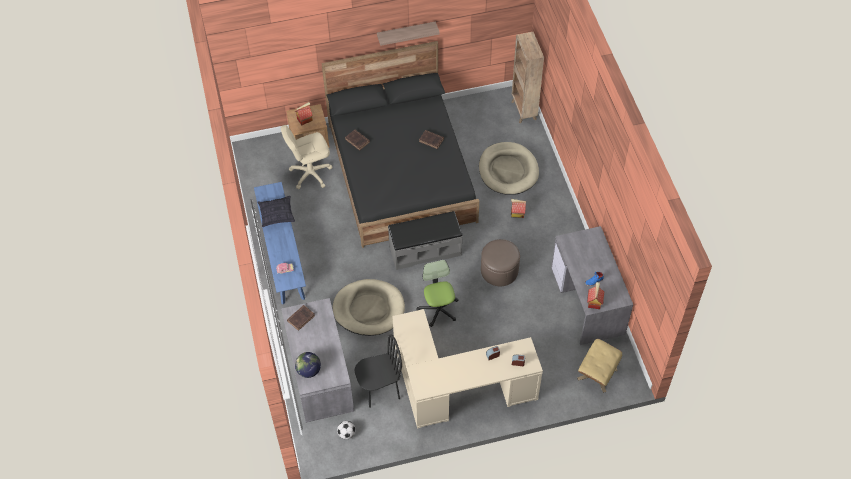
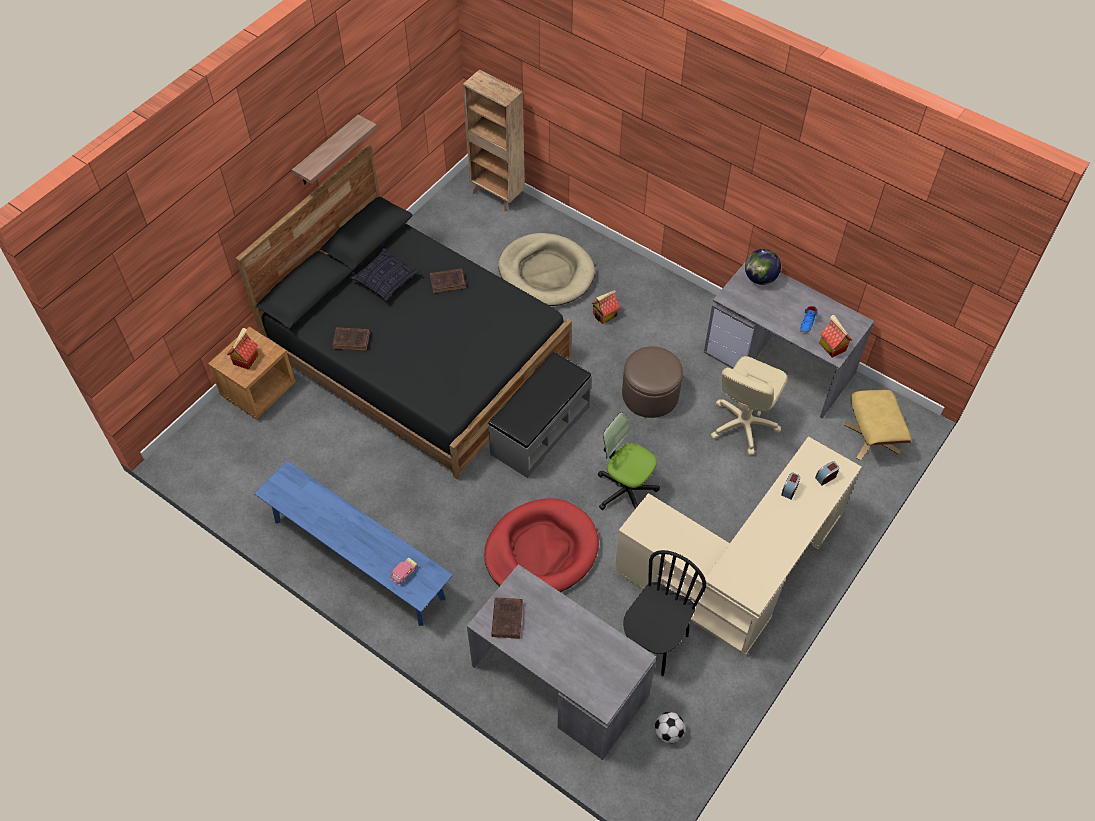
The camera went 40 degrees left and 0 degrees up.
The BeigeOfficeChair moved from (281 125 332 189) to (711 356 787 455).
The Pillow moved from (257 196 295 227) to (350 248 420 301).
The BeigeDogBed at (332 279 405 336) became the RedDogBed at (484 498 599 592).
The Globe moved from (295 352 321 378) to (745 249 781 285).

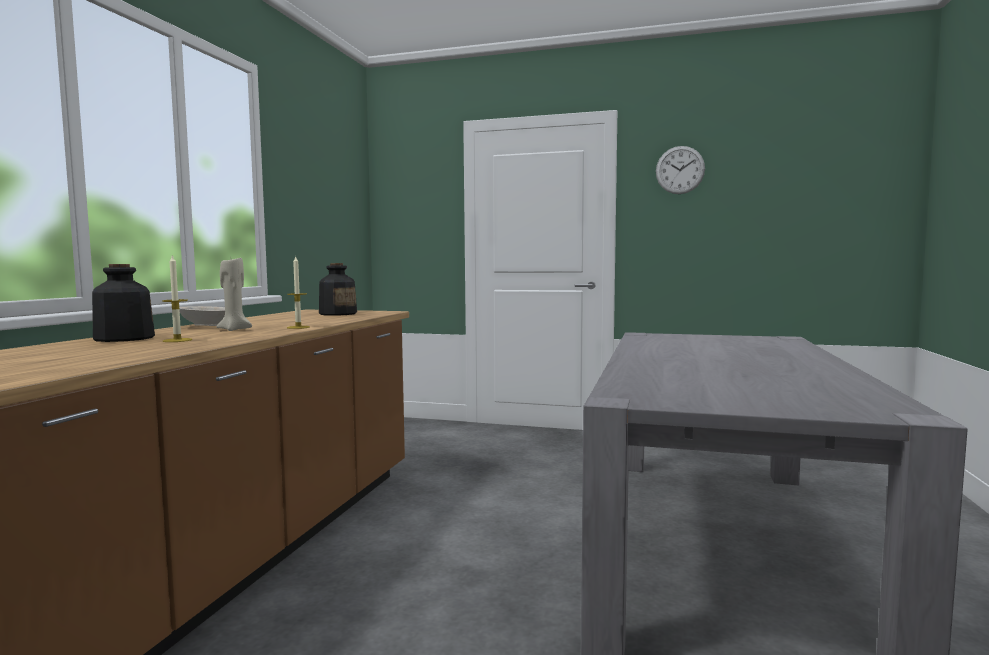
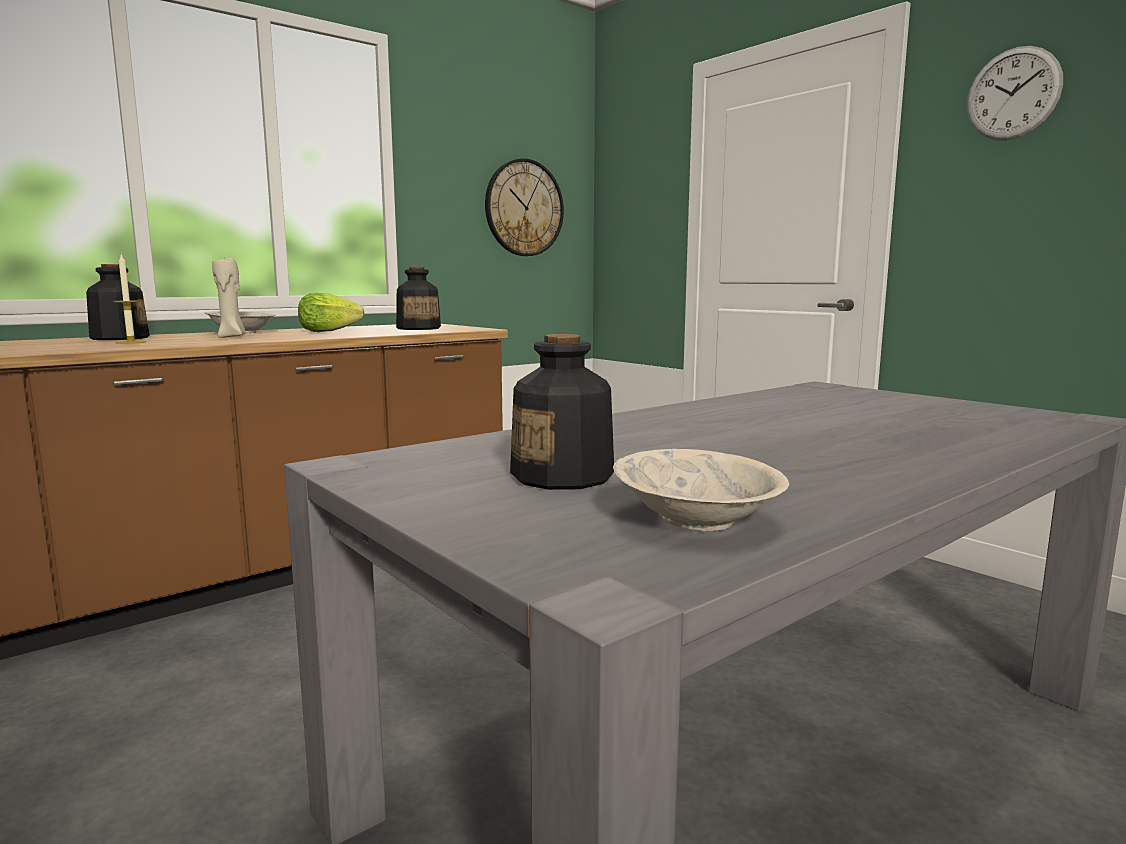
The camera went 35 degrees right and 5 degrees up.
The Candle at (287 255 310 329) disappeared.
The WallClock at (485 158 564 256) appeared.
The Lettuce at (298 293 364 332) appeared.
The Bottle at (510 334 614 490) appeared.
The BeigeBowl at (613 449 789 531) appeared.

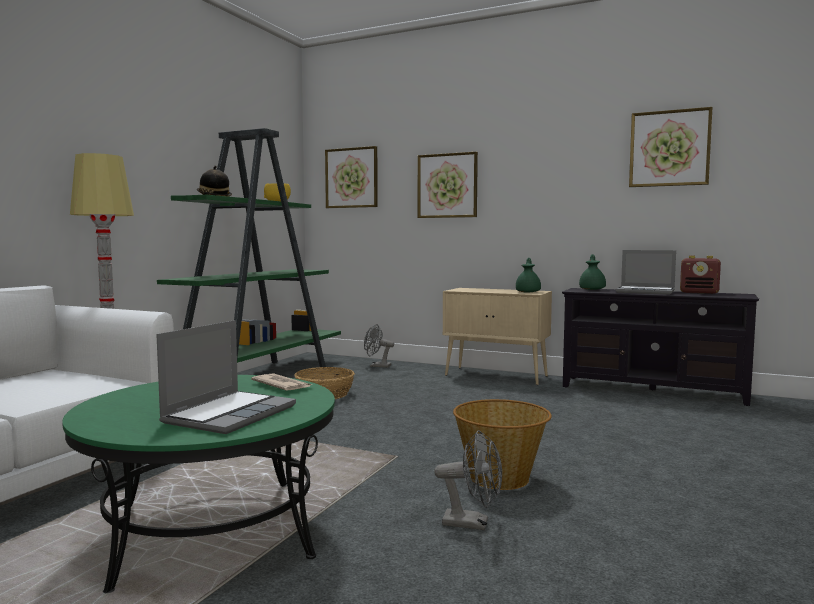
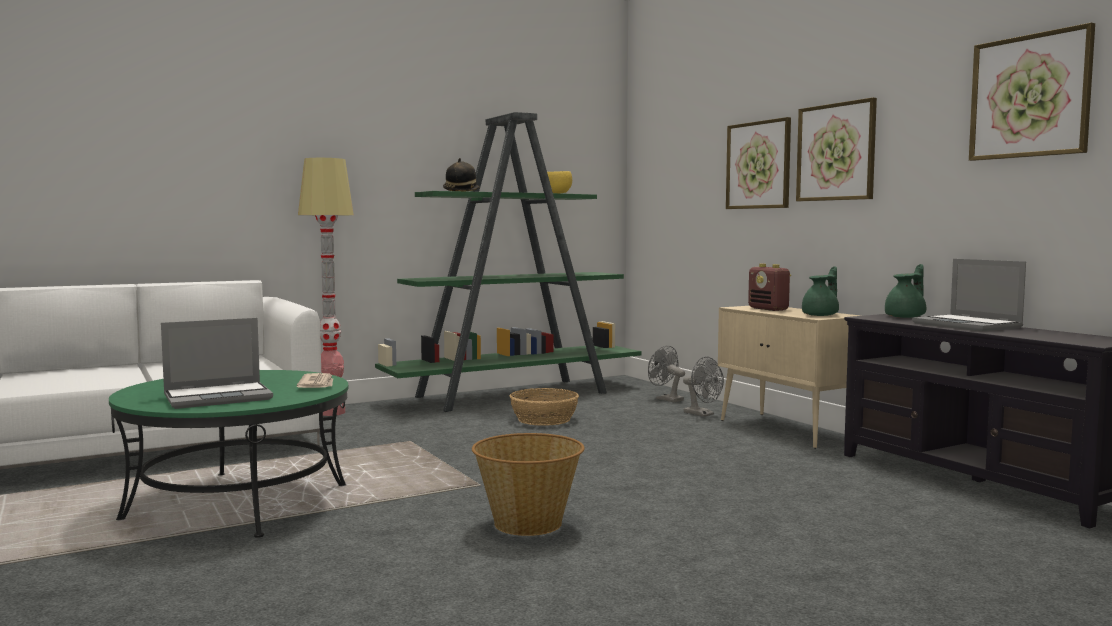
The camera went 35 degrees right and 0 degrees up.
The Picture moved from (325 146 378 208) to (796 97 877 201).
The Radio moved from (680 256 721 294) to (748 264 791 311).
The GreyFan moved from (434 430 502 530) to (683 357 724 417).

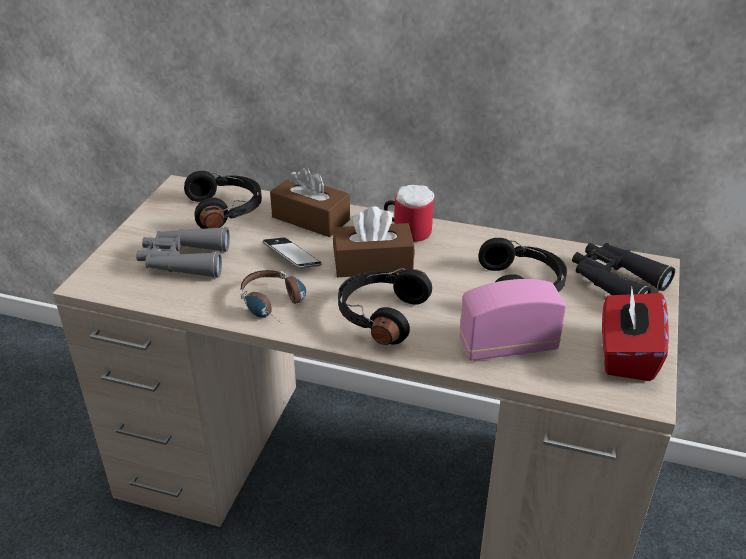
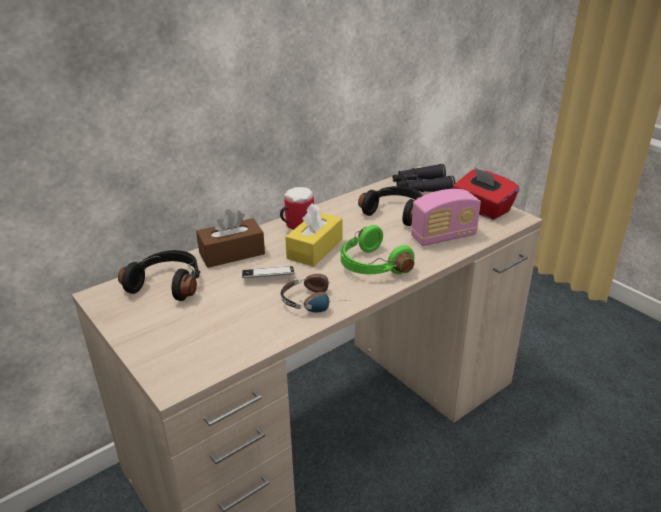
The camera went 55 degrees left and 5 degrees down.
The BrownTissueBox at (333 206 414 277) became the YellowTissueBox at (285 203 342 267).
The GreyBinoculars at (136 227 230 278) disappeared.
The BlackHeadphones at (338 268 432 345) became the GreenHeadphones at (341 225 415 274).
The Radio at (460 279 566 361) turned 135 degrees counterclockwise.

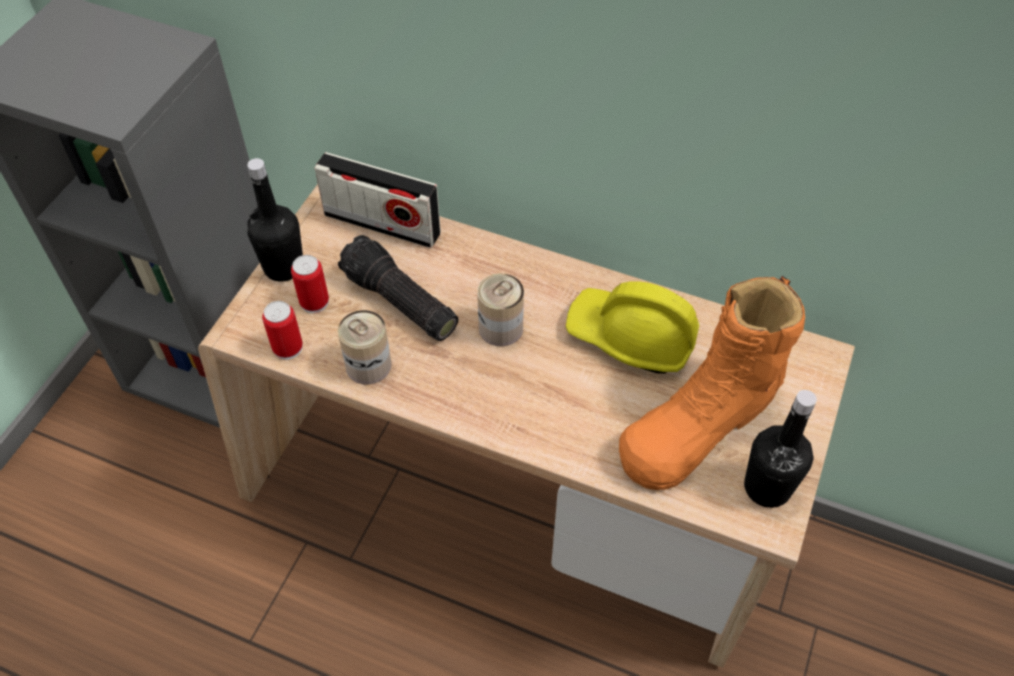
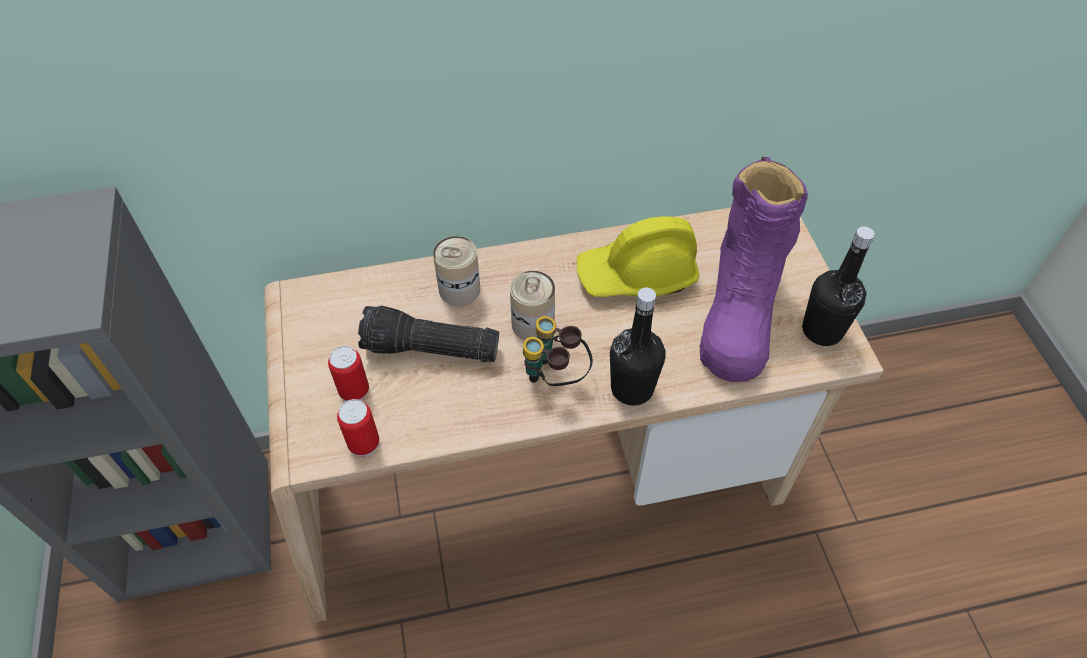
The camera went 35 degrees left and 0 degrees up.
The Radio at (315 152 441 248) disappeared.
The BlackBottle moved from (247 158 303 282) to (610 287 666 406).
The OrangeBoot at (619 276 805 490) became the PurpleBoot at (699 157 808 382).
The Can moved from (338 310 392 385) to (433 236 480 306).
The Binoculars at (523 316 593 386) appeared.

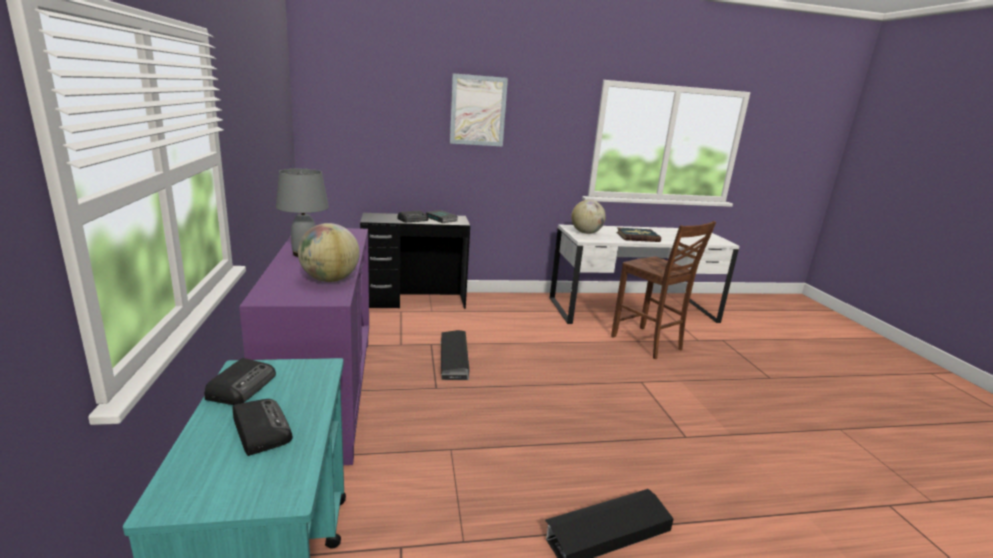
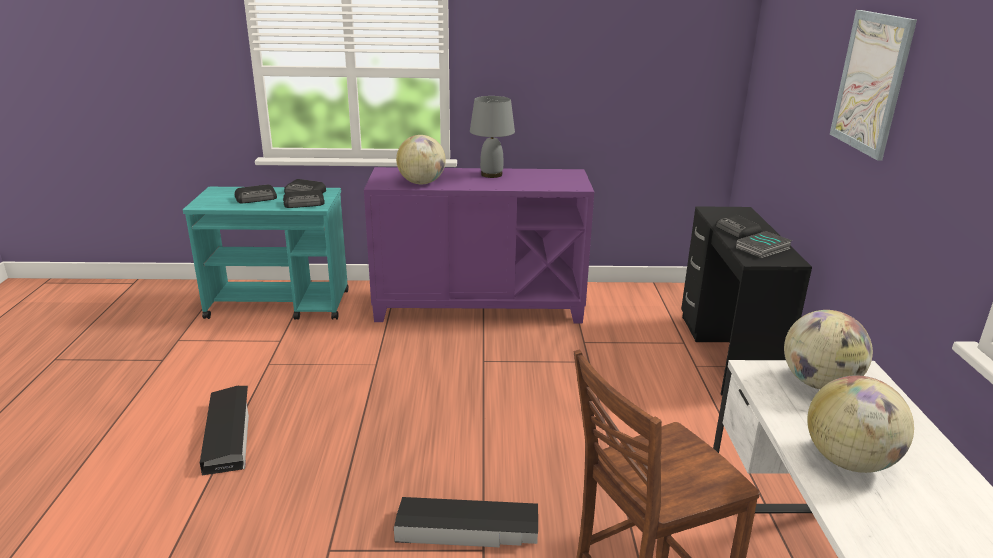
The camera went 100 degrees right and 5 degrees up.
The Book at (616 228 661 242) was replaced by the Globe at (807 375 914 473).
The BlackStorageBox moved from (441 330 469 380) to (394 497 538 547).
The Radio at (283 190 325 208) appeared.

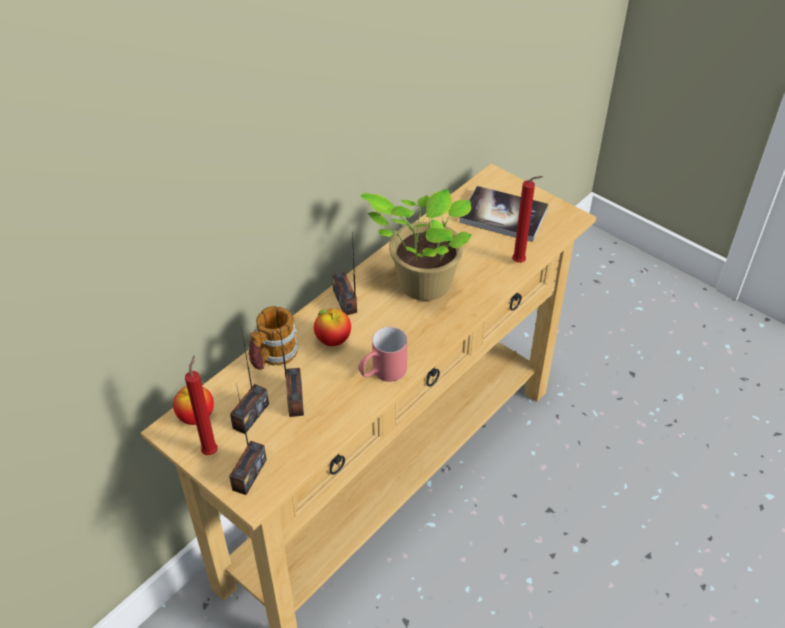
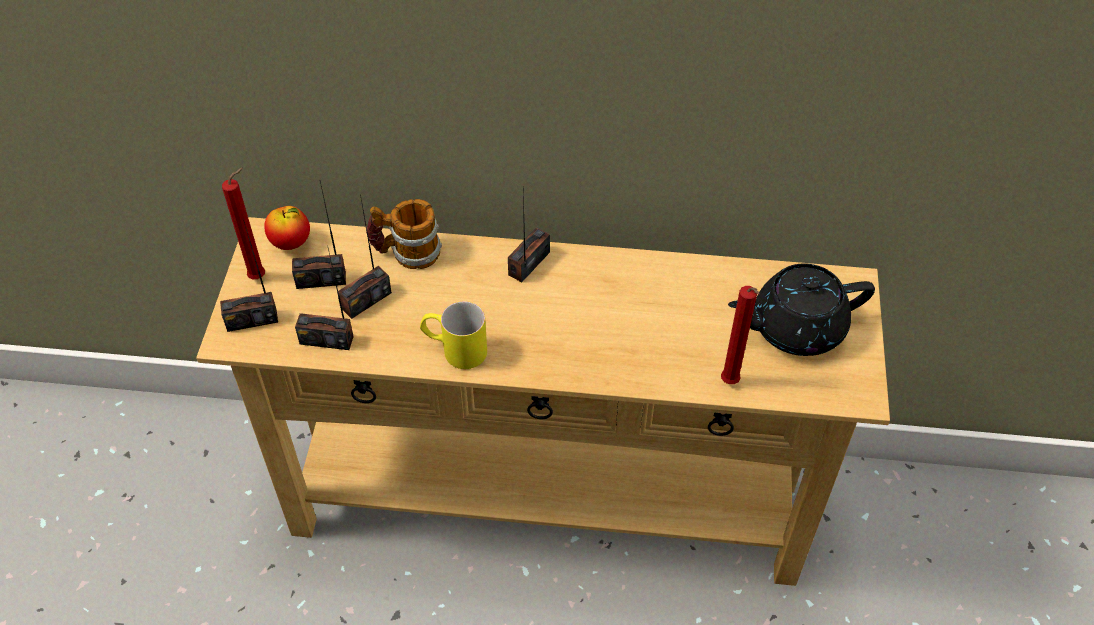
The camera went 55 degrees right and 5 degrees up.
The Book at (459 186 549 242) was replaced by the BlackTeapot at (728 264 875 356).
The PottedPlant at (361 189 472 301) disappeared.
The Apple at (314 309 351 346) disappeared.
The RedMug at (358 327 407 382) became the YellowMug at (420 301 487 369).
The Radio at (295 245 354 350) appeared.

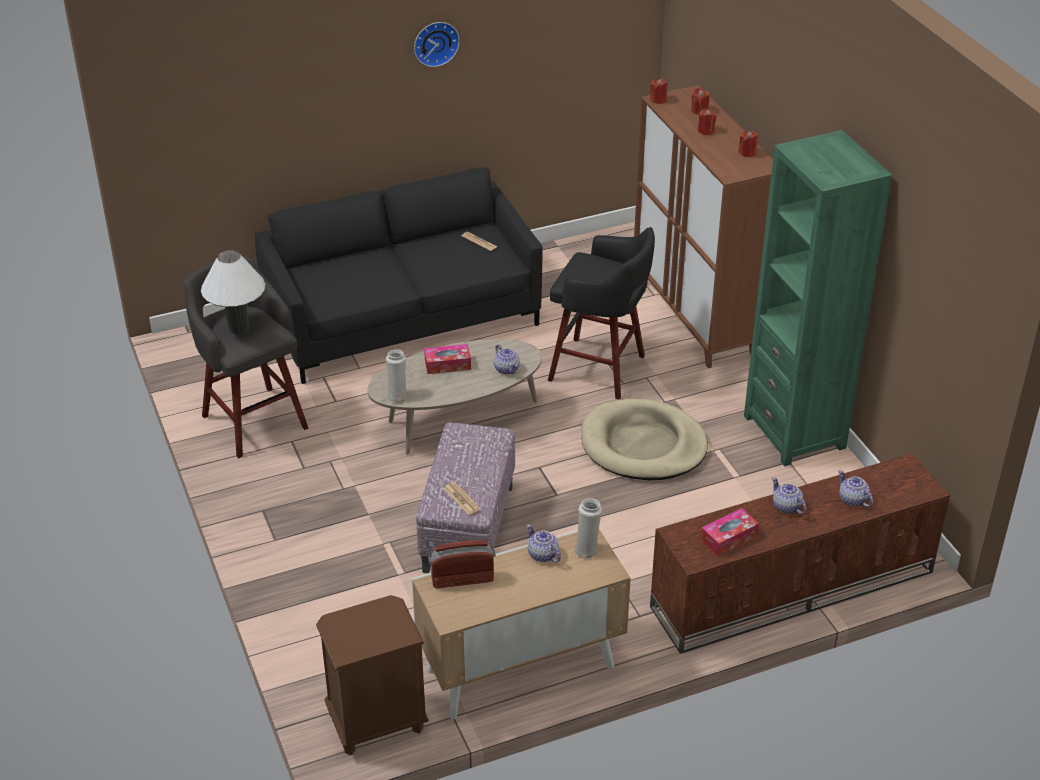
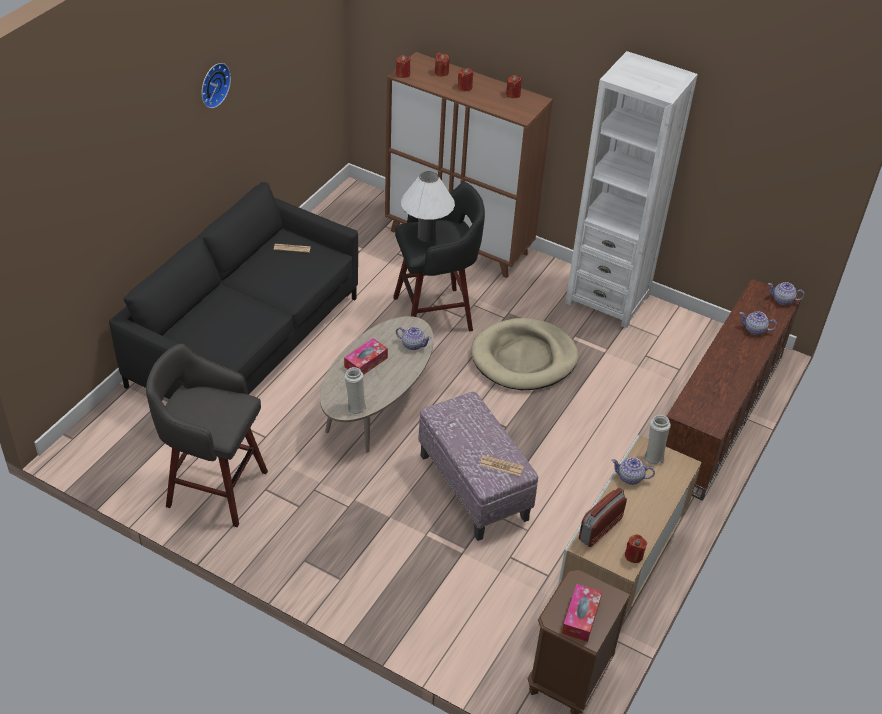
The camera went 40 degrees left and 5 degrees up.
The GreenBookcase at (744 130 892 467) became the WhiteBookcase at (565 51 698 328).
The WhiteTableLamp moved from (201 250 265 334) to (401 171 455 242).
The Teapot moved from (772 477 806 514) to (768 282 805 305).
The TissueBox moved from (701 508 759 556) to (562 584 602 642).
The RedCandle at (625 534 647 563) appeared.

